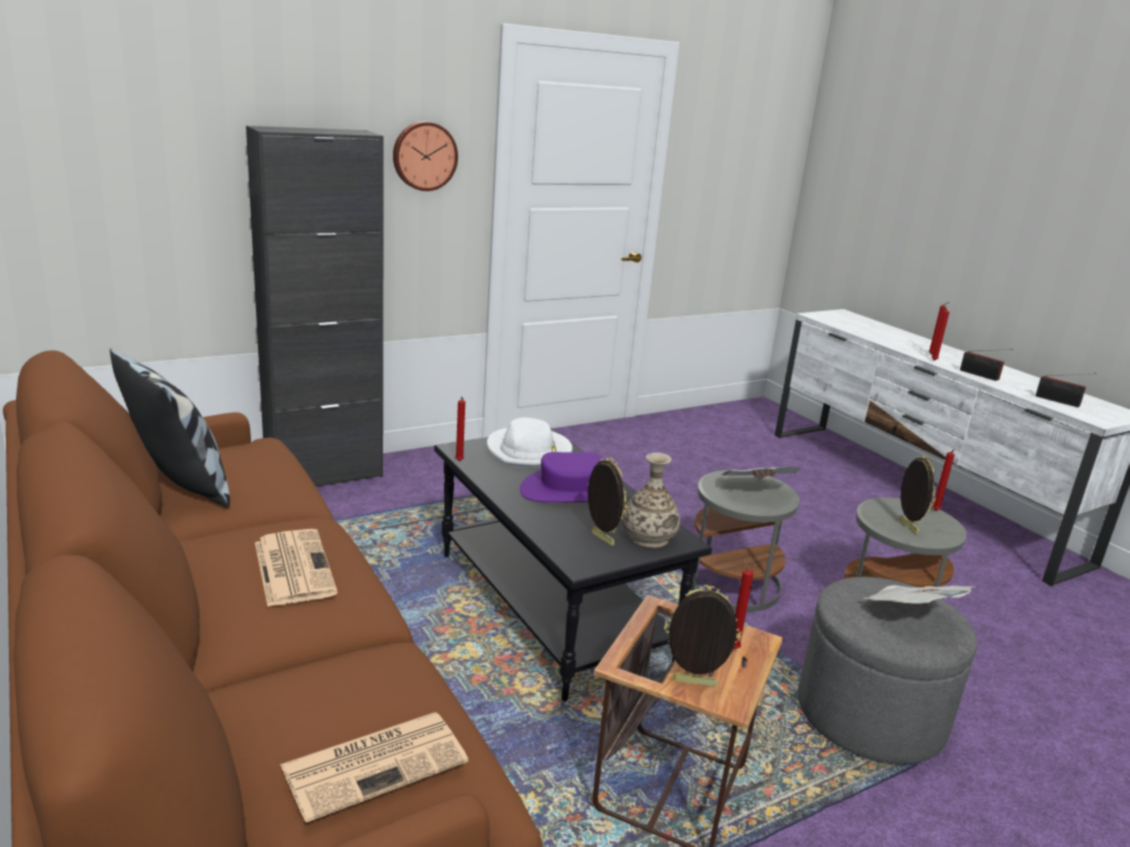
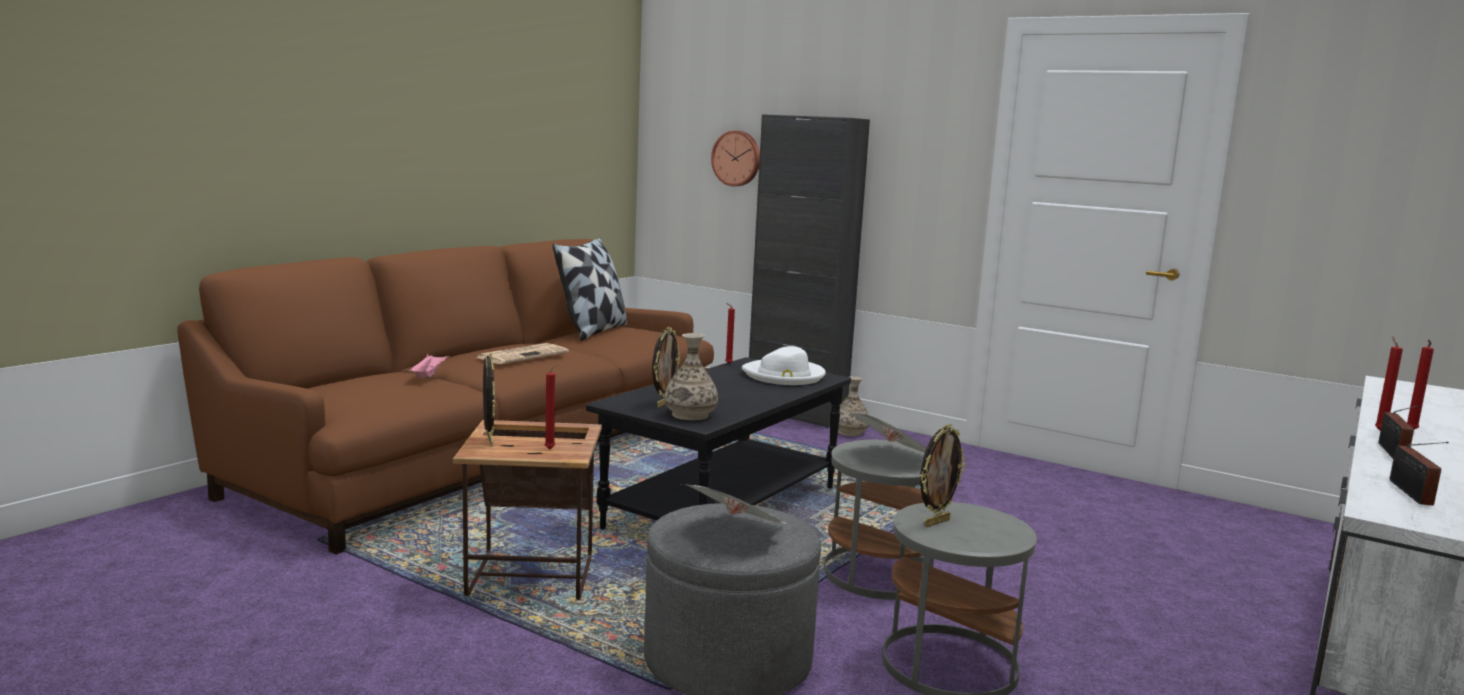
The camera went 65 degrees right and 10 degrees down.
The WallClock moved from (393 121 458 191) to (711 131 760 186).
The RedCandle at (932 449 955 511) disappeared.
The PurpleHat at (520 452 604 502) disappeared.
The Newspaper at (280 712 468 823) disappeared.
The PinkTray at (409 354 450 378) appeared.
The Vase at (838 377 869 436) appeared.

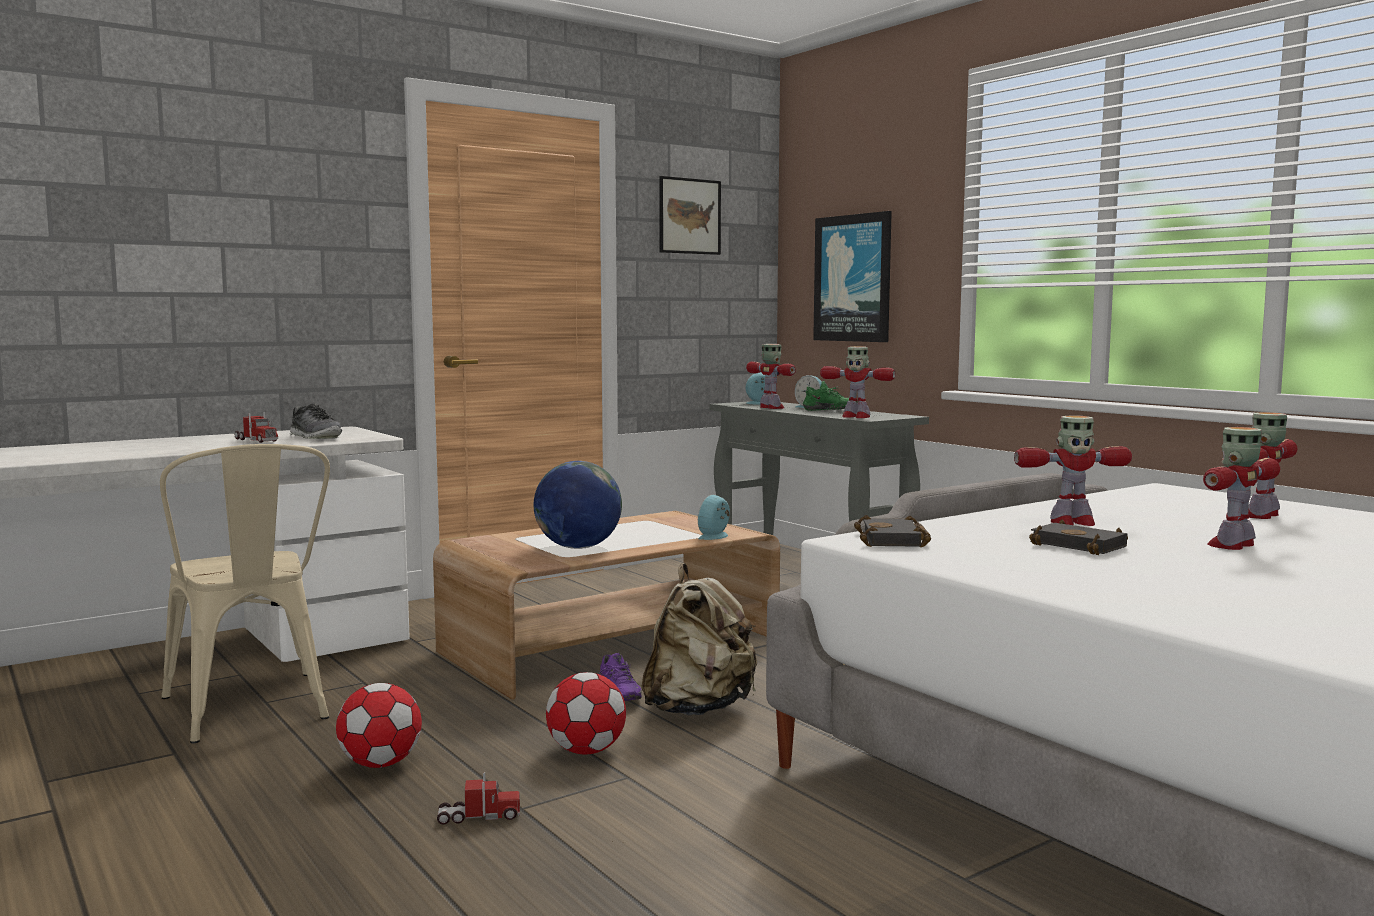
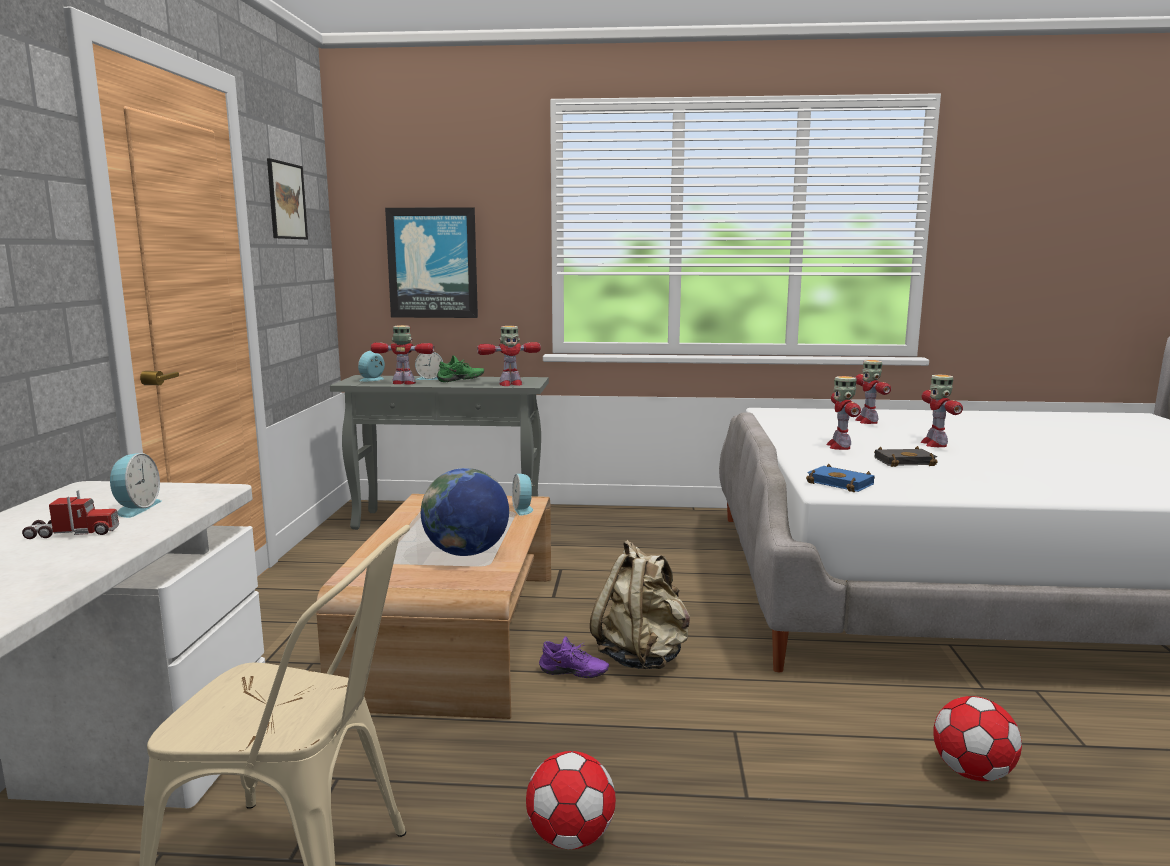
The camera went 50 degrees left and 5 degrees up.
The Shoe at (290 404 342 439) was replaced by the AlarmClock at (110 453 161 518).
The ToyRobot at (1014 415 1132 526) turned 150 degrees clockwise.
The BlackBook at (854 515 931 547) became the BlueBook at (806 464 875 492).
The Football moved from (546 672 626 754) to (933 696 1022 781).
The ToyTruck at (437 772 520 825) disappeared.

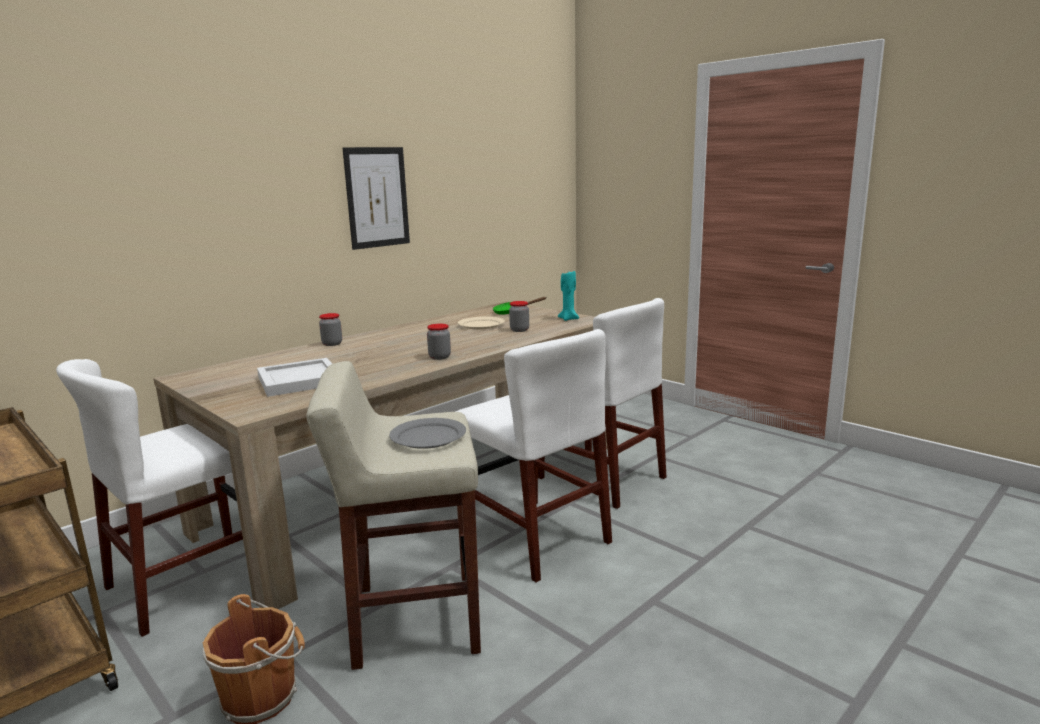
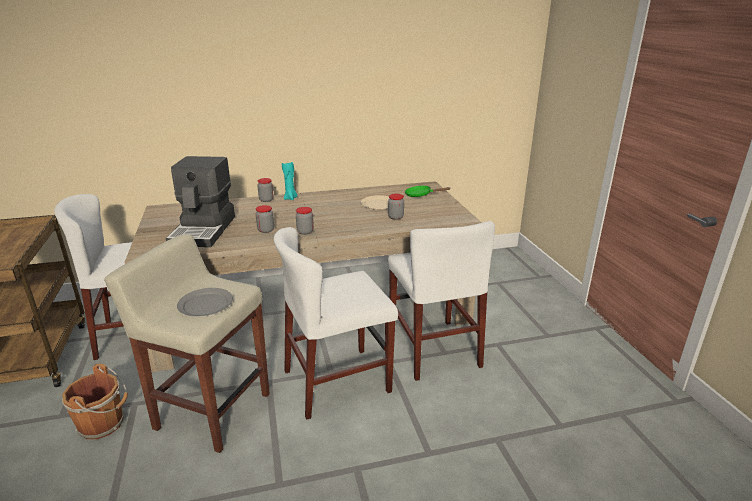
The camera went 30 degrees right and 10 degrees up.
The Picture at (343 147 410 250) disappeared.
The TurquoiseCandle moved from (558 271 579 321) to (282 161 297 200).
The WhiteChair at (455 329 612 582) turned 75 degrees clockwise.
The WhiteTray at (257 358 332 397) was replaced by the CoffeeMachine at (166 156 235 247).
The Jar at (256 205 274 233) appeared.

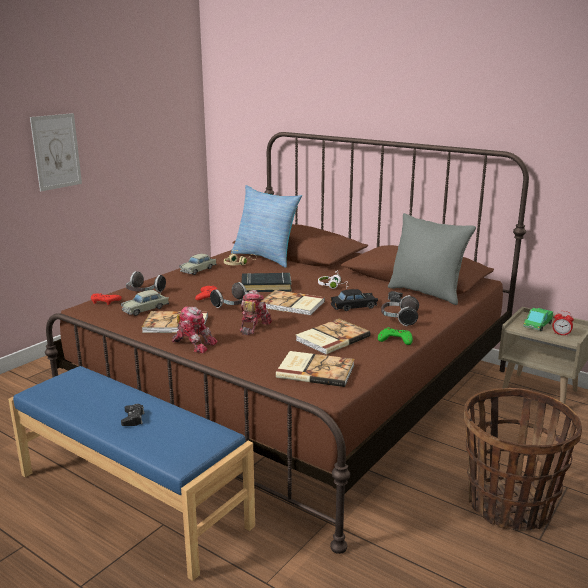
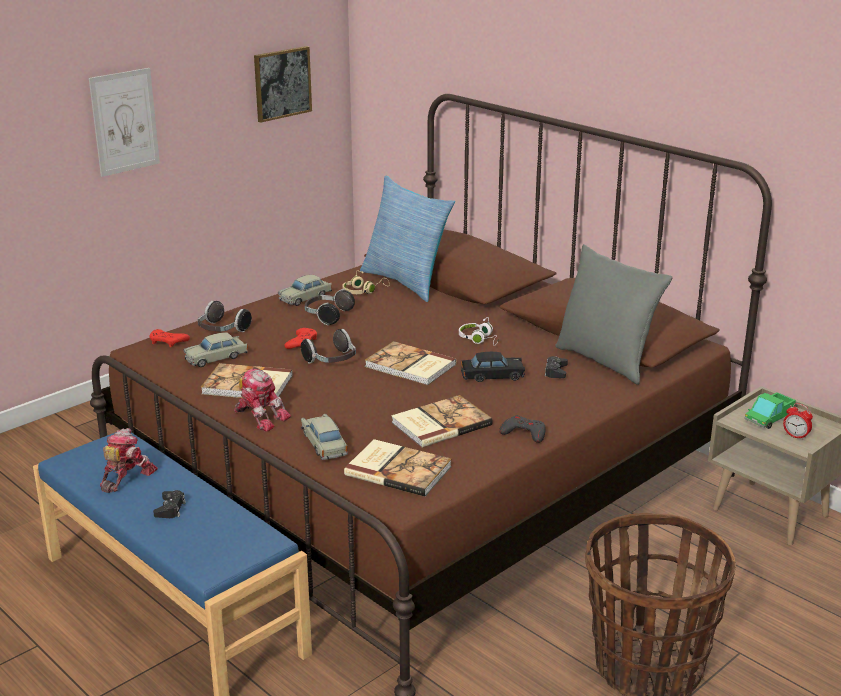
The camera went 10 degrees right and 5 degrees up.
The BlackBook at (241 272 291 292) disappeared.
The ToyRobot moved from (240 290 272 335) to (100 428 158 493).
The Headphones moved from (381 295 419 326) to (305 289 355 326).
The GreenGameController at (378 327 413 345) became the GreyGameController at (499 415 546 443).
The Picture at (254 46 312 123) appeared.
The BeigeToyCar at (301 414 348 460) appeared.

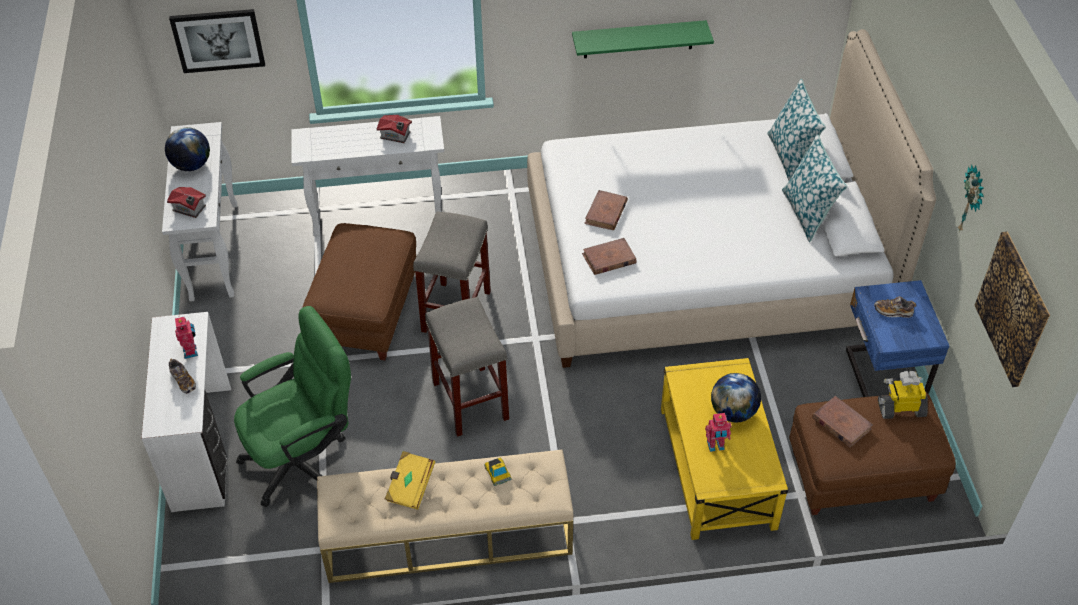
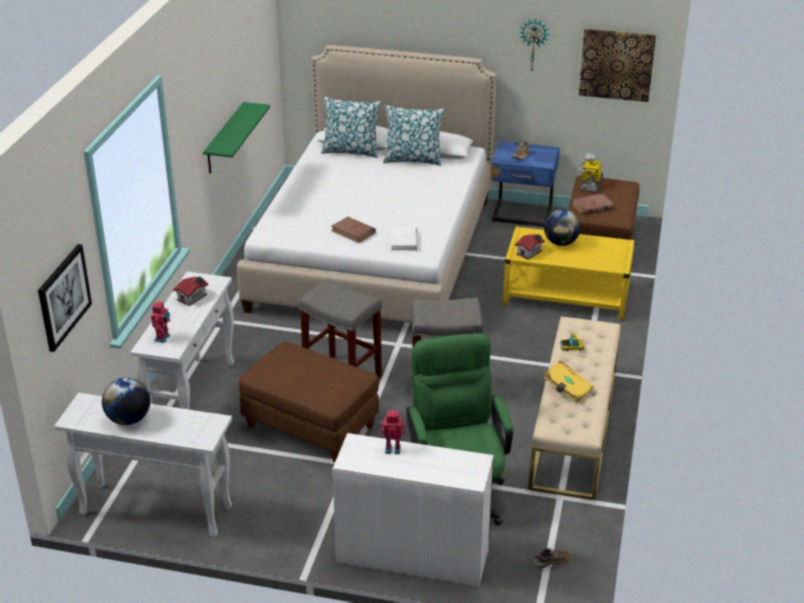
The camera went 70 degrees left and 15 degrees down.
The ToyHouse moved from (167 187 206 218) to (515 234 545 260).
The BrownBook at (582 238 637 275) became the WhiteBook at (390 227 417 251).
The Shoe moved from (169 358 196 394) to (533 548 571 568).
The ToyRobot moved from (705 413 732 452) to (151 300 171 343).

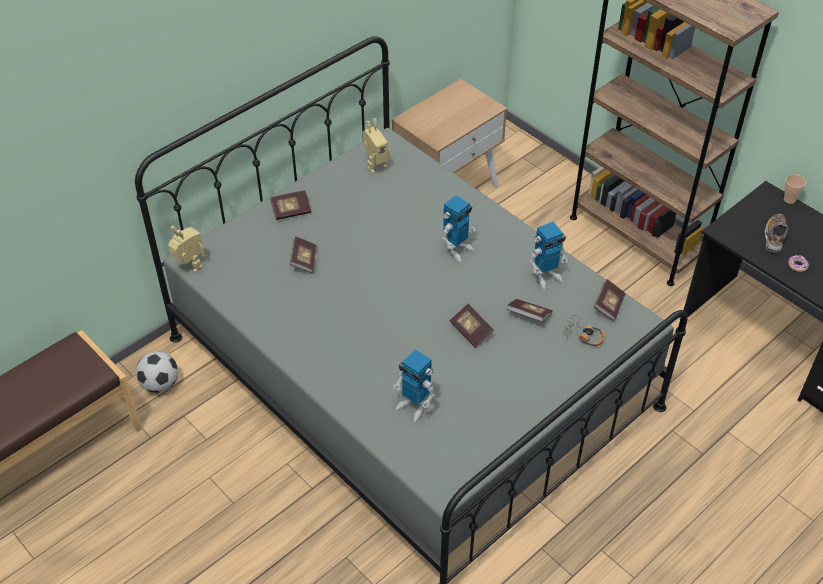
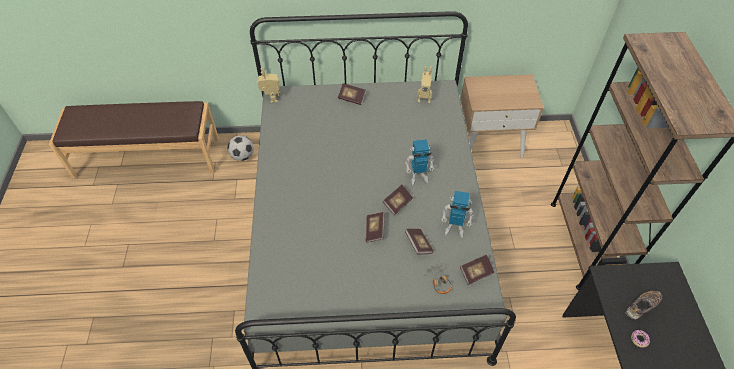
The camera went 40 degrees right and 5 degrees up.
The Cup at (784 174 806 204) disappeared.
The Book moved from (290 236 317 273) to (382 185 413 215).
The ToyRobot at (394 350 435 423) disappeared.

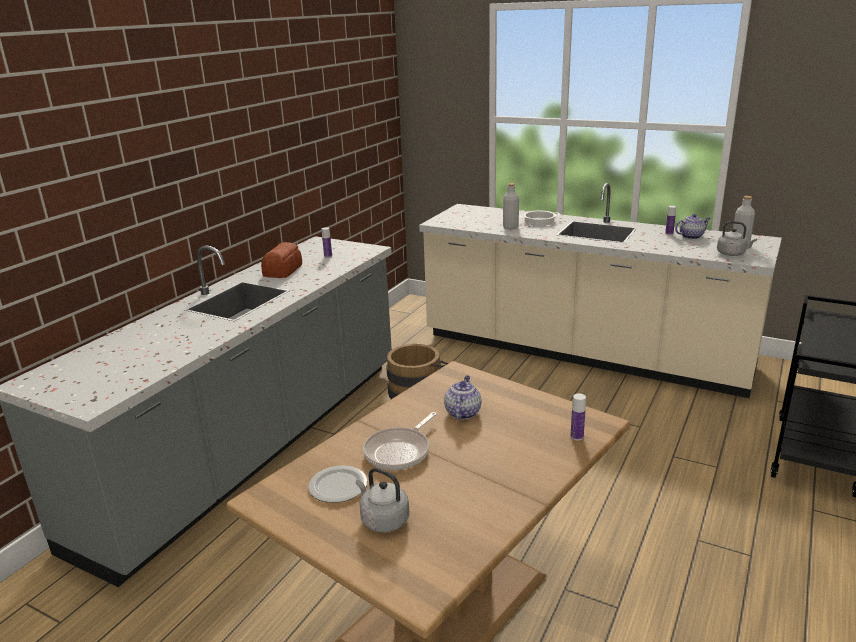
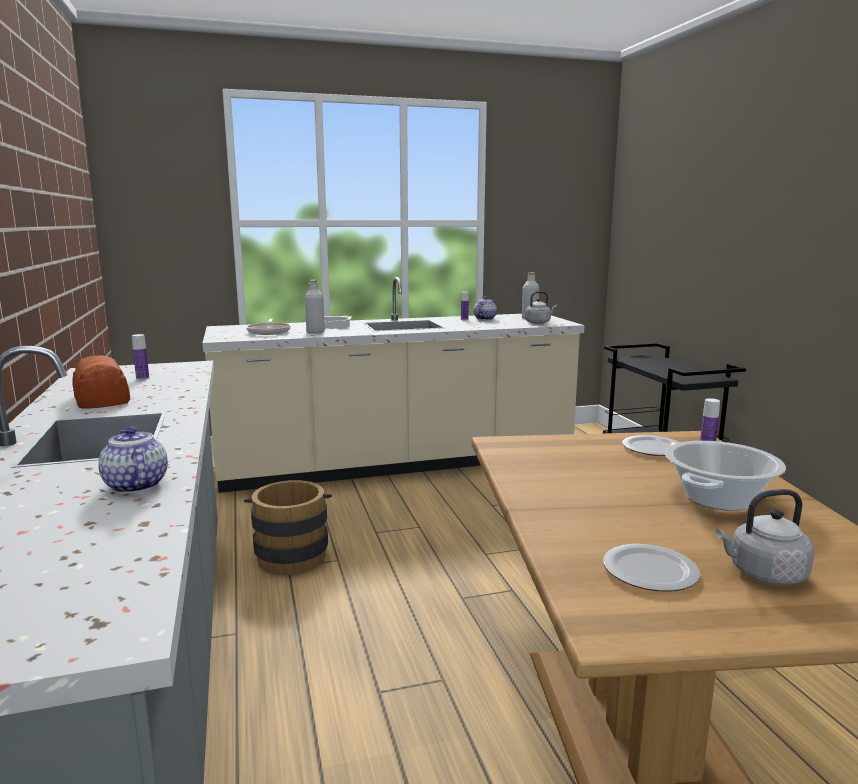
The camera went 45 degrees left and 10 degrees down.
The Teapot moved from (444 375 482 420) to (98 427 168 494).
The FryingPan moved from (363 412 437 470) to (246 319 291 335).
The Plate at (622 435 680 456) appeared.
The CookingPot at (665 441 786 511) appeared.

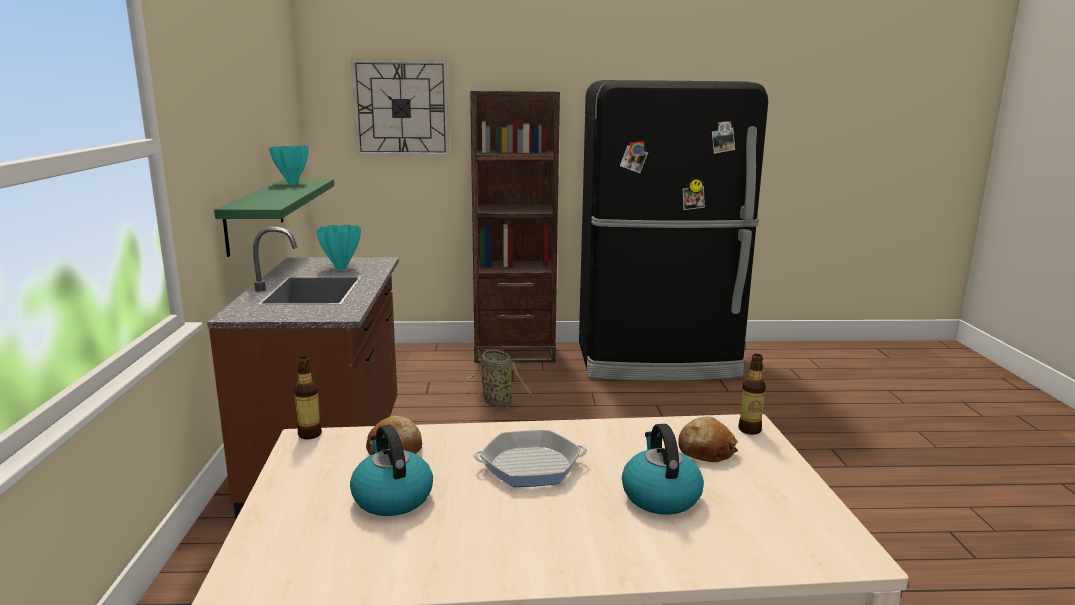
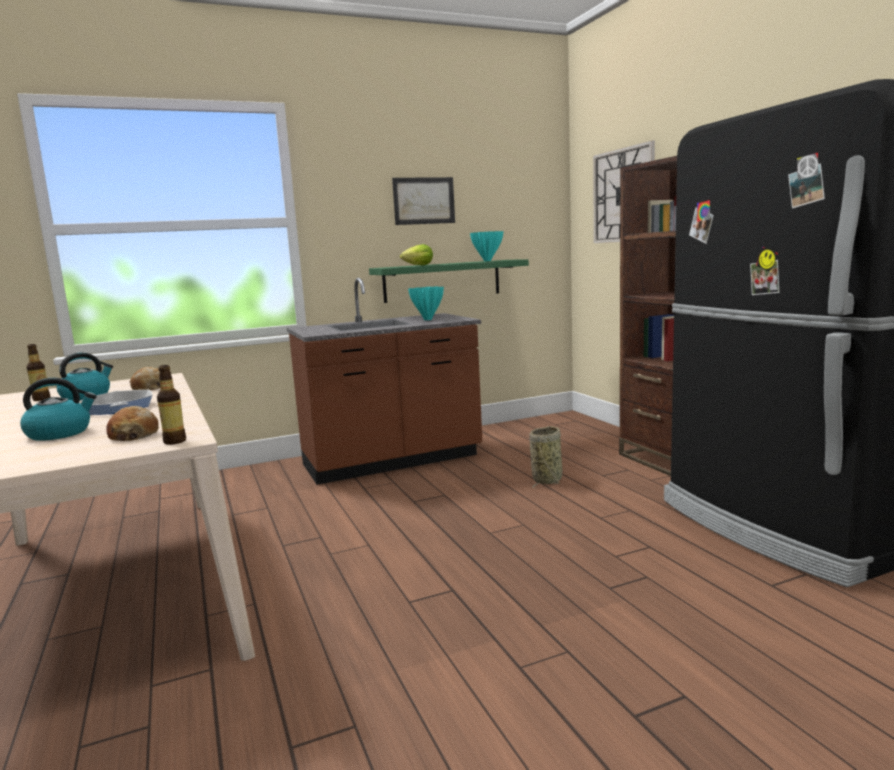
The camera went 70 degrees right and 5 degrees down.
The Bottle moved from (294 356 322 439) to (27 344 51 401).
The Picture at (392 177 455 225) appeared.
The Lettuce at (400 244 433 265) appeared.

